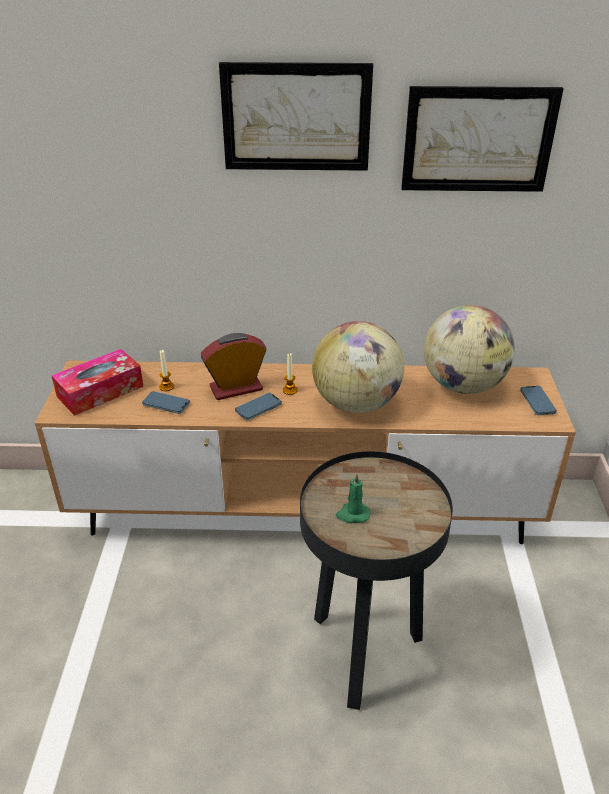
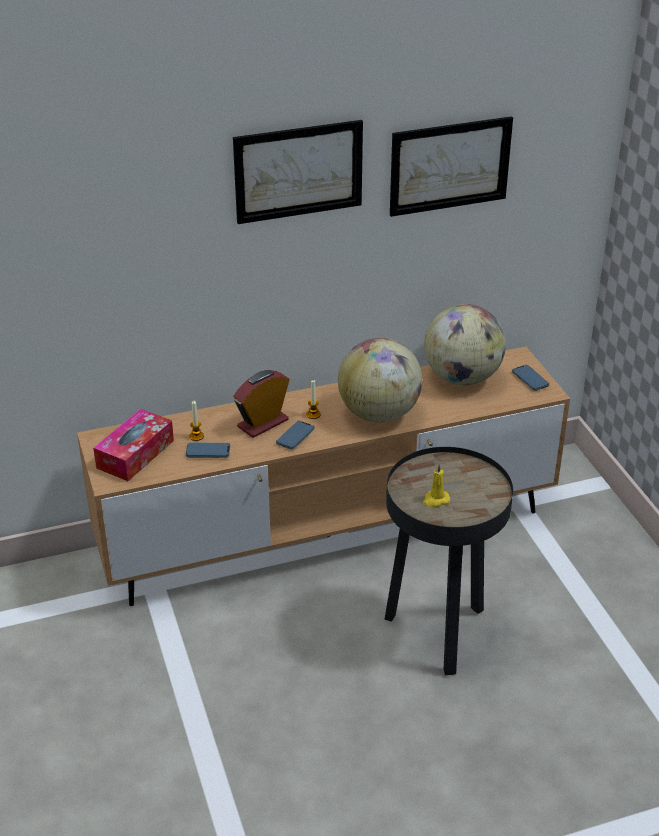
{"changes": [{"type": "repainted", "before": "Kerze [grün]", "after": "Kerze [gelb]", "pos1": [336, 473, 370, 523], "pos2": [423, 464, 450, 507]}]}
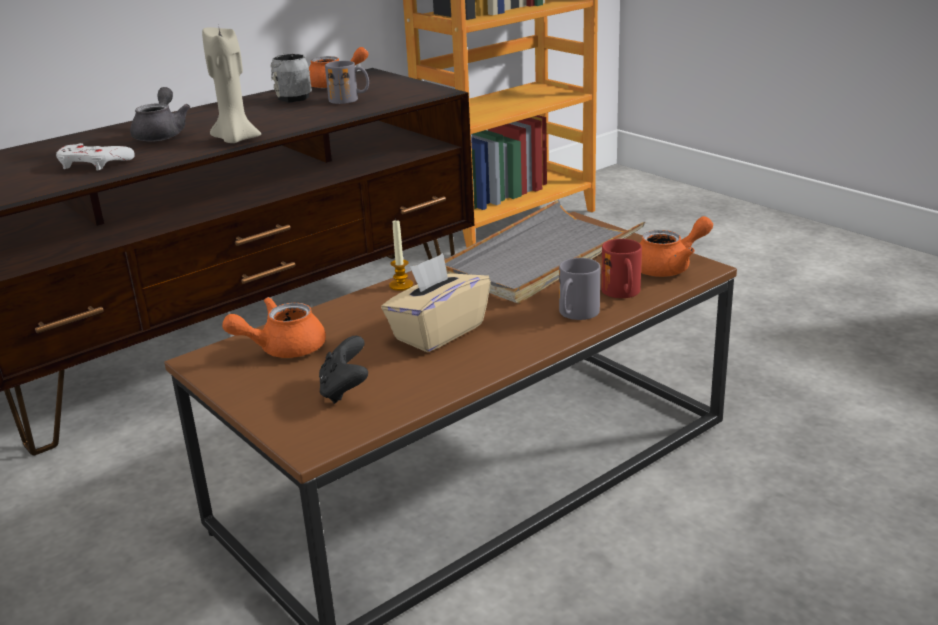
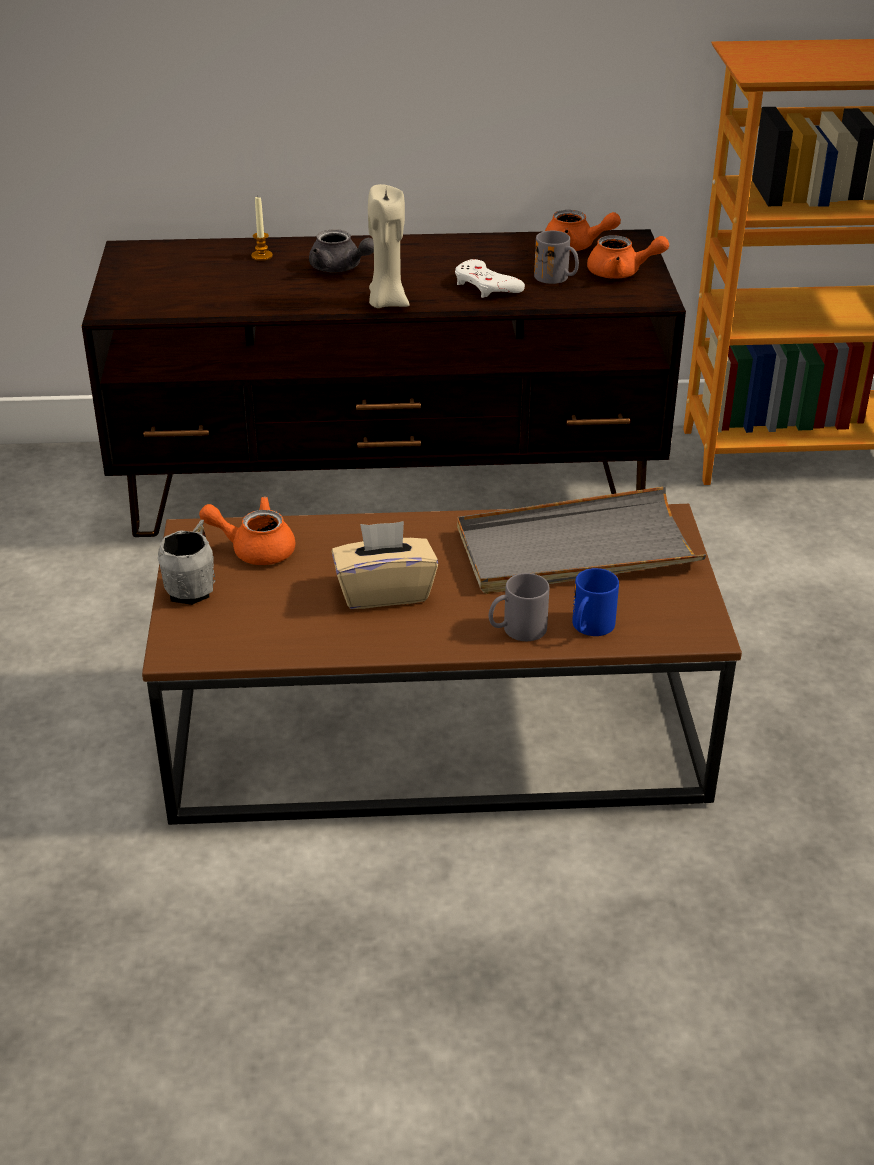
{"changes": [{"type": "shifted", "before": "Henkelbecher [grau]", "pos1": [270, 51, 312, 103], "pos2": [158, 520, 215, 605]}, {"type": "shifted", "before": "Kerze", "pos1": [389, 220, 413, 291], "pos2": [251, 197, 273, 261]}, {"type": "rotated", "before": "Teekanne [grau]", "pos1": [130, 87, 190, 142], "pos2": [309, 229, 374, 272], "turn": 90}, {"type": "shifted", "before": "Gamepad [weiß]", "pos1": [56, 143, 135, 170], "pos2": [455, 259, 525, 298]}, {"type": "repainted", "before": "Henkelbecher [rot]", "after": "Henkelbecher [blau]", "pos1": [601, 239, 642, 298], "pos2": [572, 568, 619, 636]}, {"type": "shifted", "before": "Teekanne [orange]", "pos1": [640, 216, 713, 277], "pos2": [587, 235, 669, 279]}, {"type": "gone", "before": "Gamepad [schwarz]", "pos1": [319, 335, 368, 404]}]}
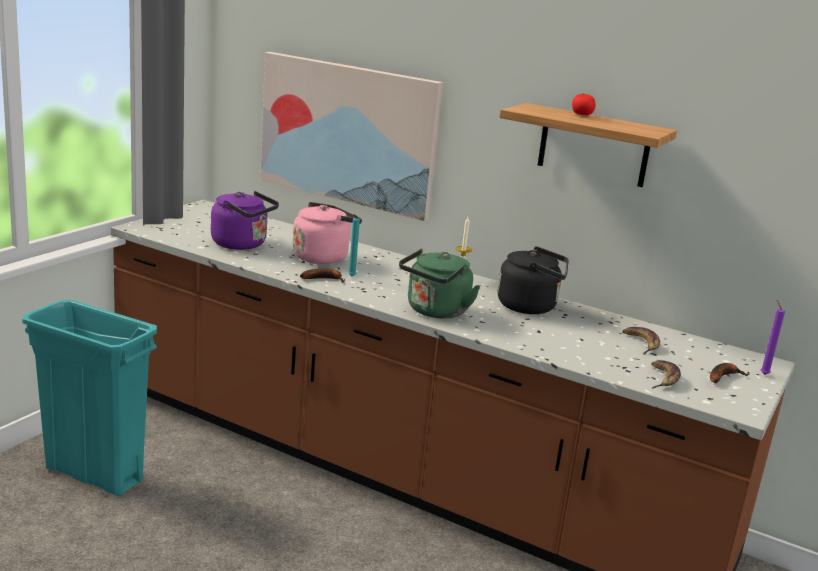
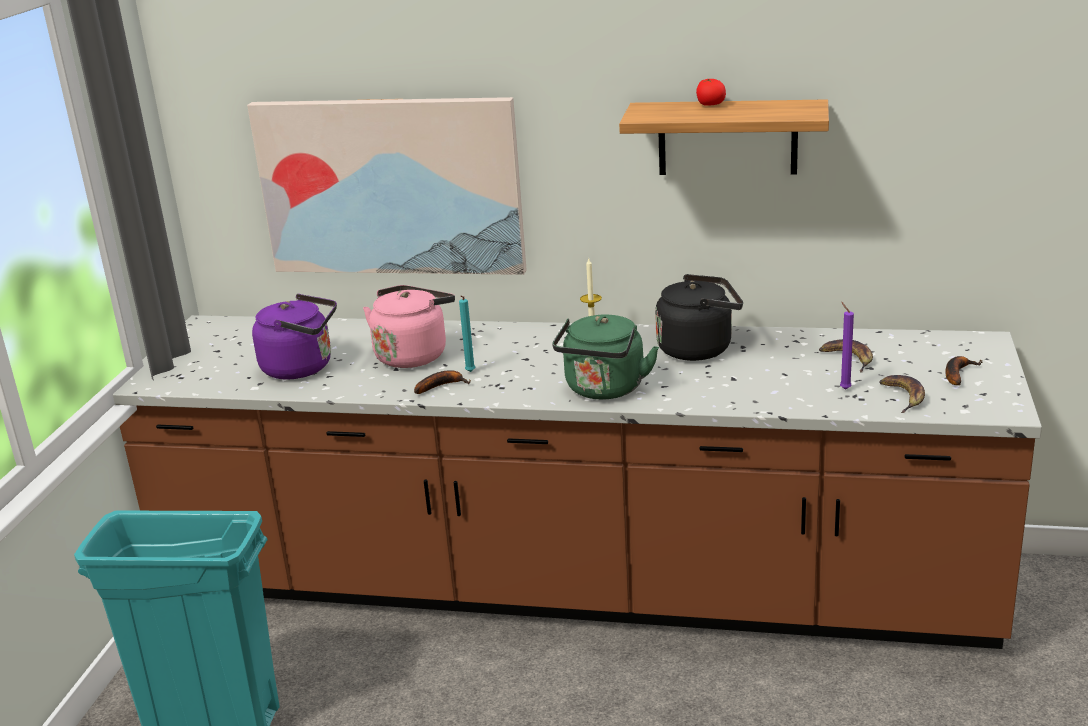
{"changes": [{"type": "shifted", "before": "Kerze [lila]", "pos1": [761, 300, 785, 375], "pos2": [840, 302, 854, 390]}]}
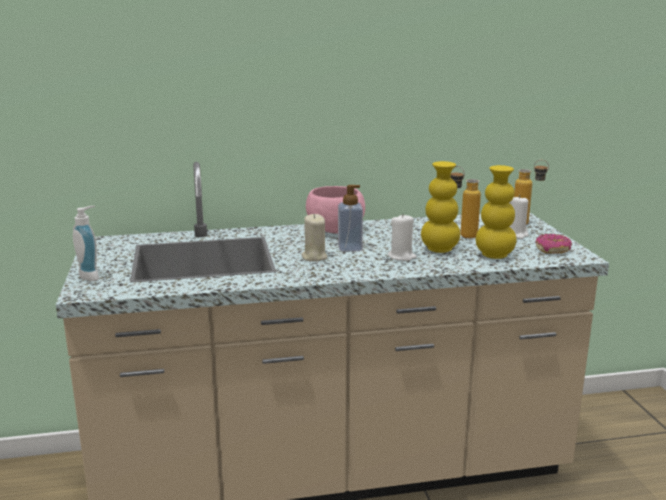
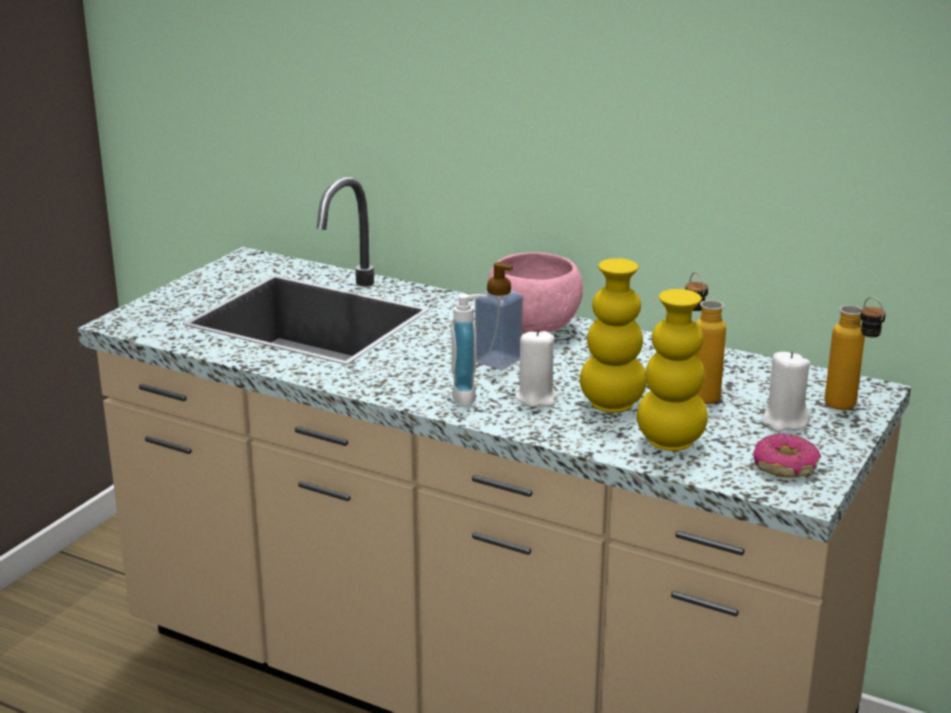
{"changes": [{"type": "shifted", "before": "Seifenspender", "pos1": [73, 206, 99, 281], "pos2": [451, 294, 487, 406]}, {"type": "gone", "before": "Kerze [beige]", "pos1": [301, 214, 327, 262]}]}
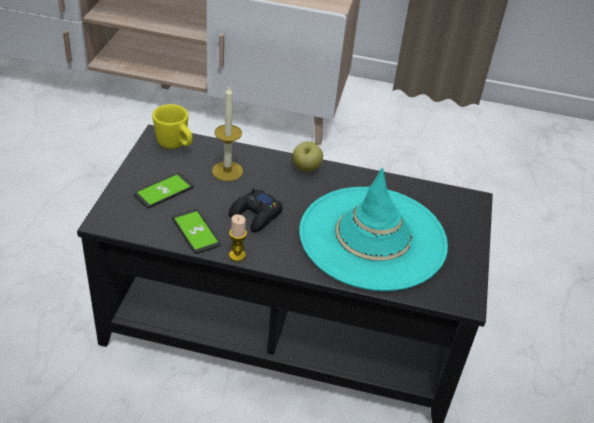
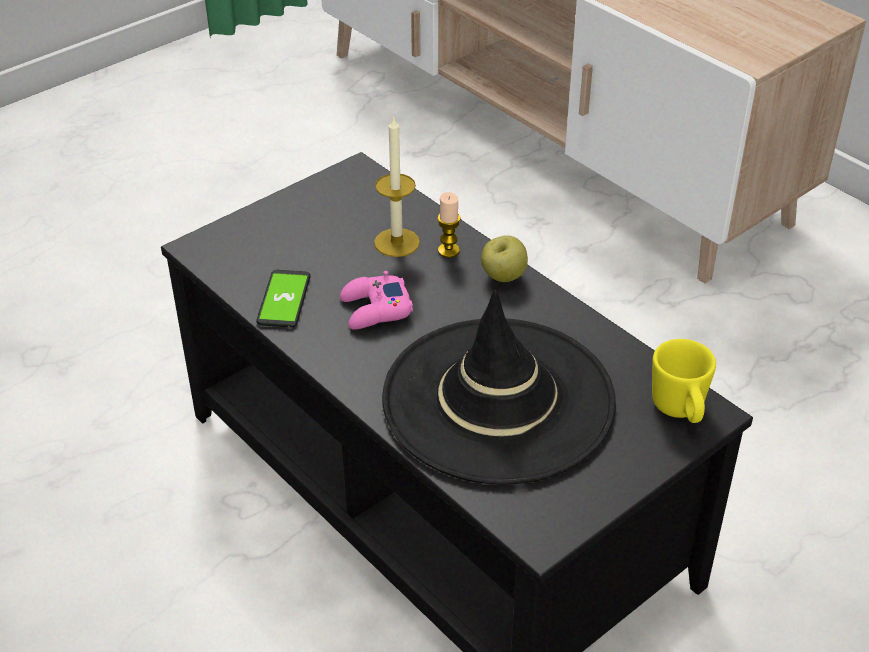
{"changes": [{"type": "repainted", "before": "Gamepad [schwarz]", "after": "Gamepad [rosa]", "pos1": [229, 188, 283, 233], "pos2": [340, 271, 413, 330]}, {"type": "repainted", "before": "Hut [türkis]", "after": "Hut [schwarz]", "pos1": [300, 168, 448, 291], "pos2": [382, 290, 616, 485]}, {"type": "shifted", "before": "Kerze", "pos1": [229, 214, 247, 262], "pos2": [437, 192, 461, 258]}, {"type": "shifted", "before": "Henkelbecher [gelb]", "pos1": [152, 104, 192, 149], "pos2": [652, 339, 716, 423]}, {"type": "gone", "before": "Handy", "pos1": [134, 173, 194, 208]}]}
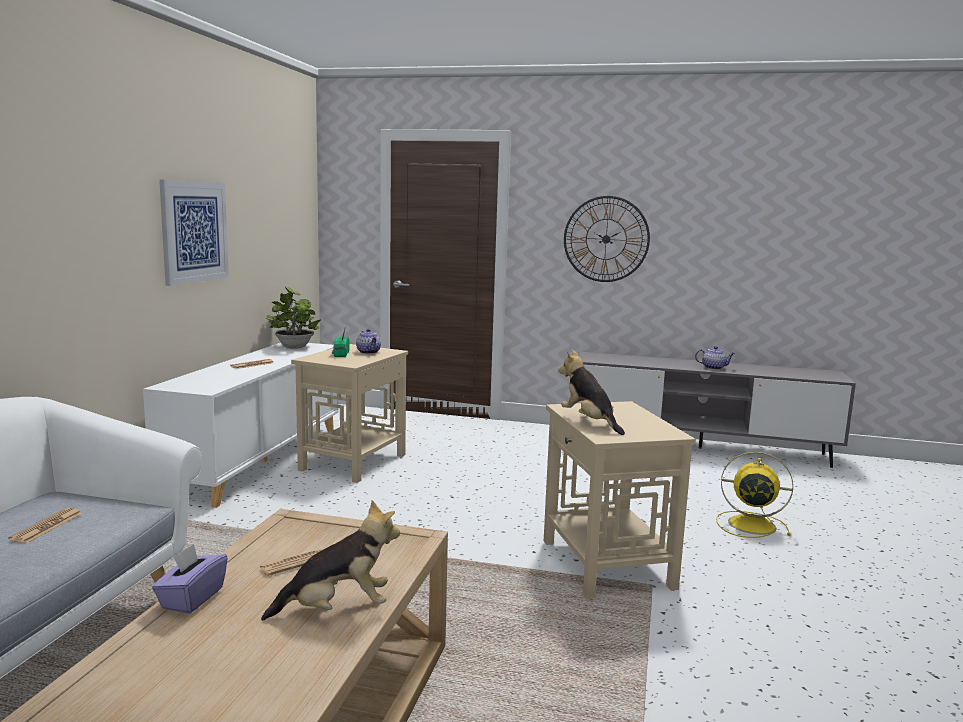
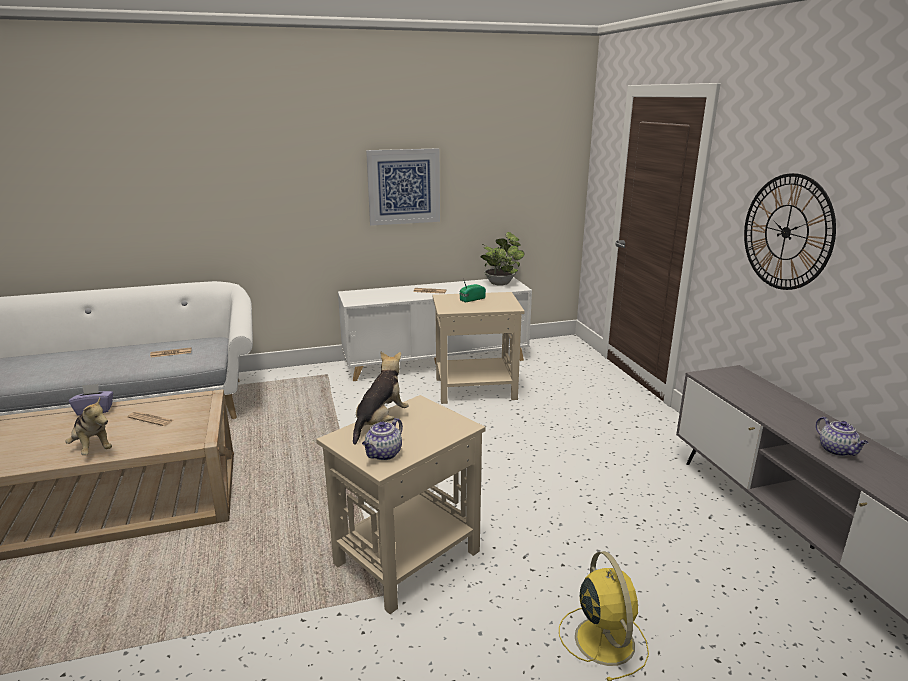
{"changes": [{"type": "shifted", "before": "Teekanne", "pos1": [356, 329, 381, 354], "pos2": [362, 418, 403, 460]}]}
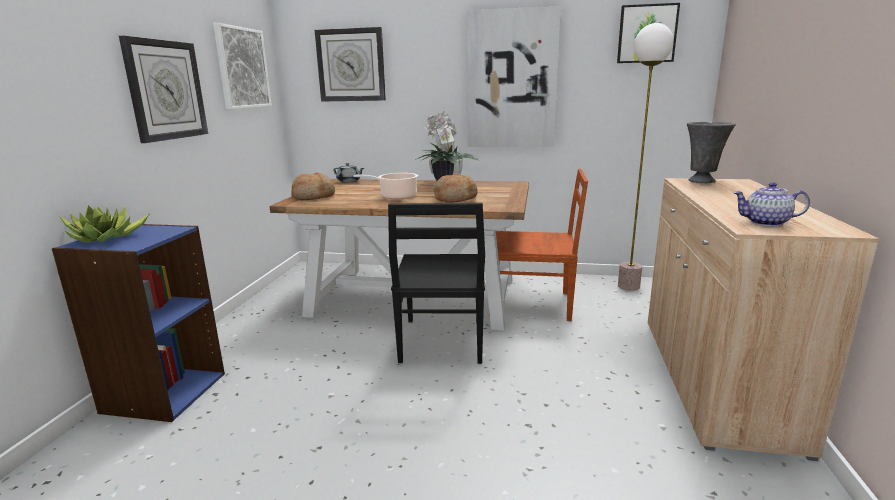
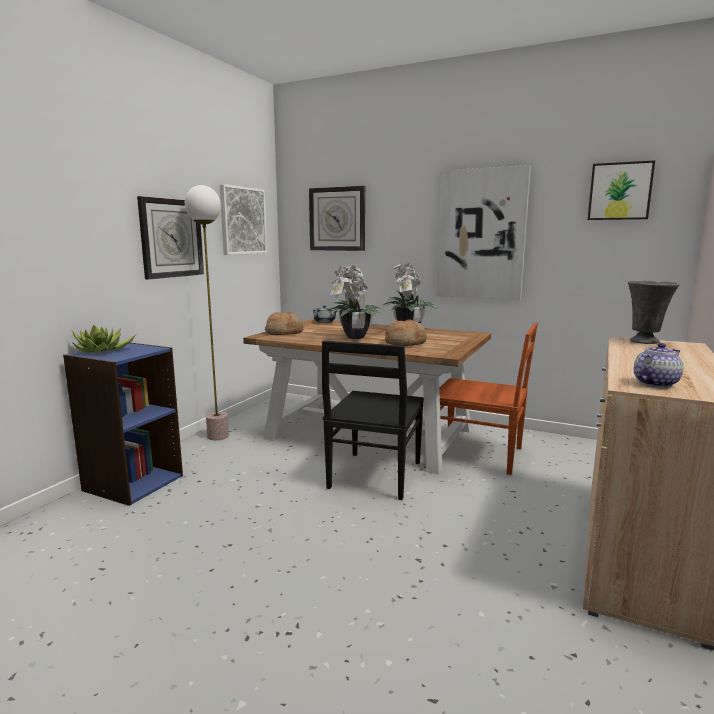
{"changes": [{"type": "shifted", "before": "Stehlampe", "pos1": [618, 23, 674, 291], "pos2": [185, 185, 229, 440]}, {"type": "swapped", "before": "Kochtopf", "after": "Topfpflanze", "pos1": [353, 173, 418, 200], "pos2": [327, 265, 386, 339]}, {"type": "rotated", "before": "Teekanne", "pos1": [733, 182, 810, 227], "pos2": [634, 343, 683, 388], "turn": 120}]}
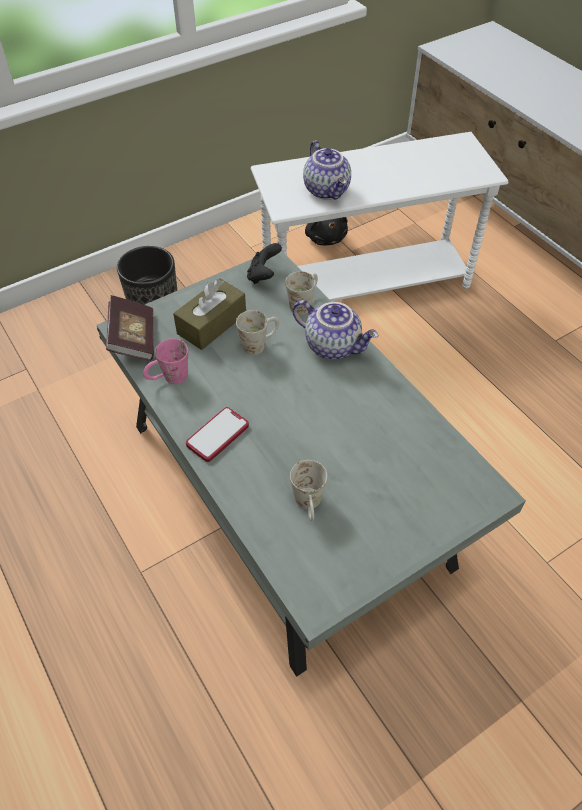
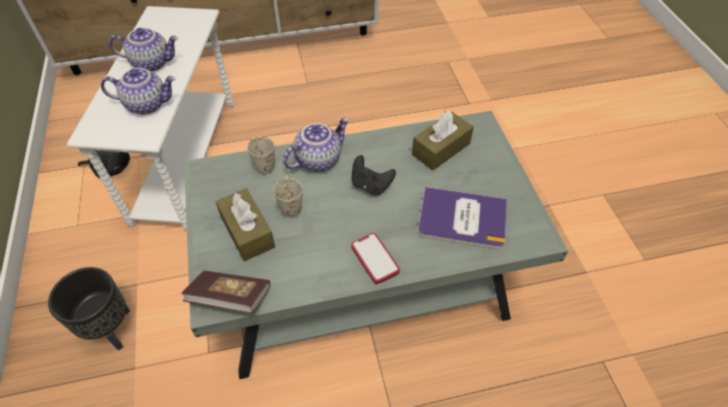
{"changes": [{"type": "new", "after": "Teekanne", "pos2": [109, 28, 178, 72]}, {"type": "shifted", "before": "Gamepad [schwarz]", "pos1": [247, 243, 282, 284], "pos2": [352, 155, 396, 195]}, {"type": "new", "after": "Taschentuchbox [braun]", "pos2": [412, 111, 474, 171]}, {"type": "swapped", "before": "Henkelbecher [weiß]", "after": "Buch", "pos1": [290, 460, 327, 522], "pos2": [418, 187, 507, 249]}, {"type": "gone", "before": "Henkelbecher [rosa]", "pos1": [143, 339, 188, 384]}]}
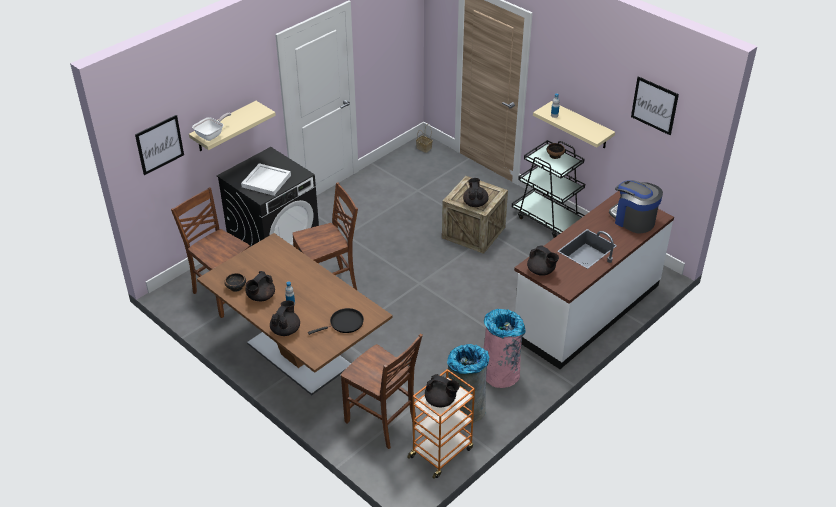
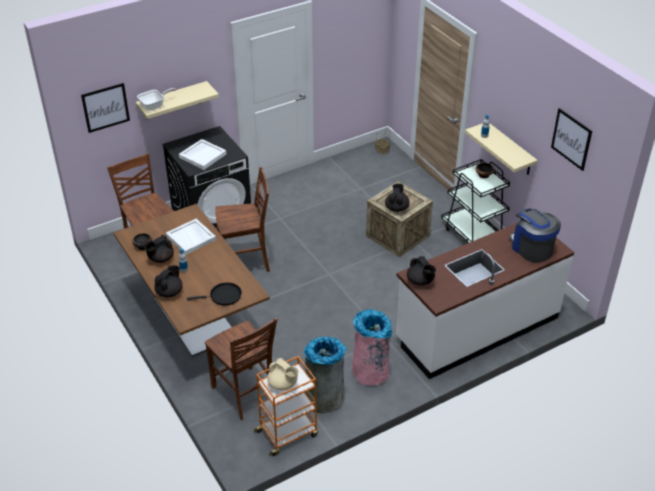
{"changes": [{"type": "new", "after": "Tablett [weiß]", "pos2": [166, 219, 216, 255]}, {"type": "repainted", "before": "Teekanne [schwarz]", "after": "Teekanne [beige]", "pos1": [425, 374, 460, 407], "pos2": [267, 358, 299, 390]}]}
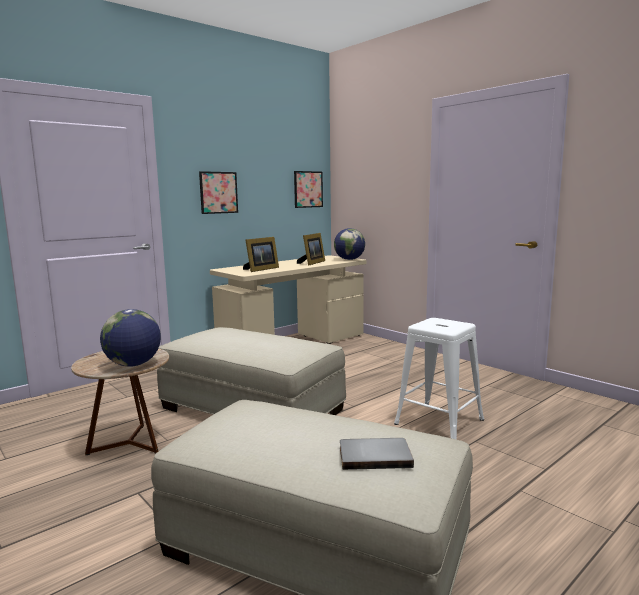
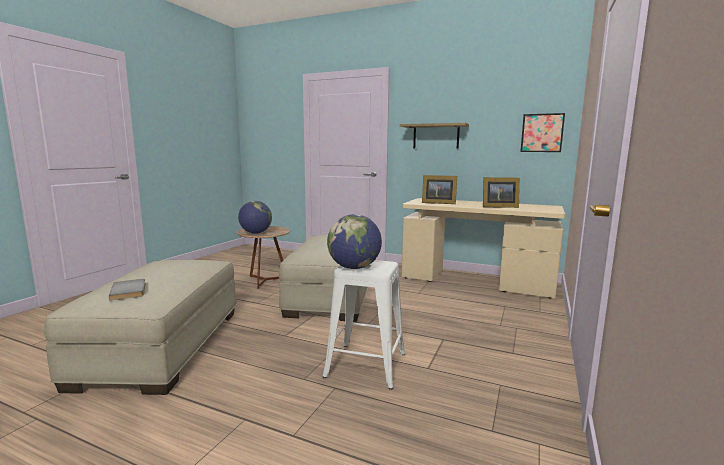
{"changes": [{"type": "shifted", "before": "Globus", "pos1": [334, 228, 365, 260], "pos2": [327, 214, 382, 269]}, {"type": "swapped", "before": "Bild", "after": "Wandregal", "pos1": [199, 171, 238, 214], "pos2": [400, 123, 469, 149]}]}
